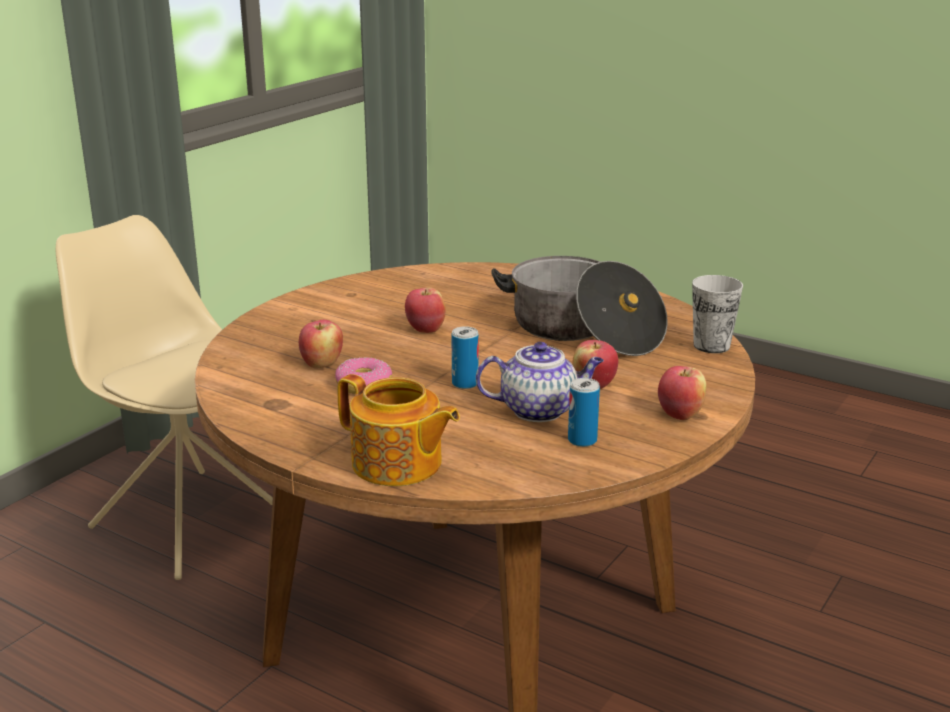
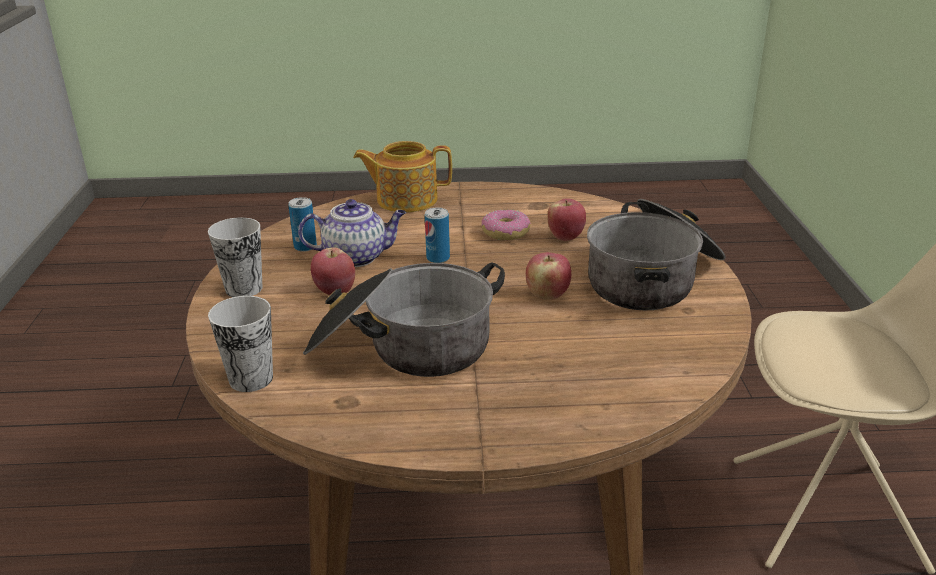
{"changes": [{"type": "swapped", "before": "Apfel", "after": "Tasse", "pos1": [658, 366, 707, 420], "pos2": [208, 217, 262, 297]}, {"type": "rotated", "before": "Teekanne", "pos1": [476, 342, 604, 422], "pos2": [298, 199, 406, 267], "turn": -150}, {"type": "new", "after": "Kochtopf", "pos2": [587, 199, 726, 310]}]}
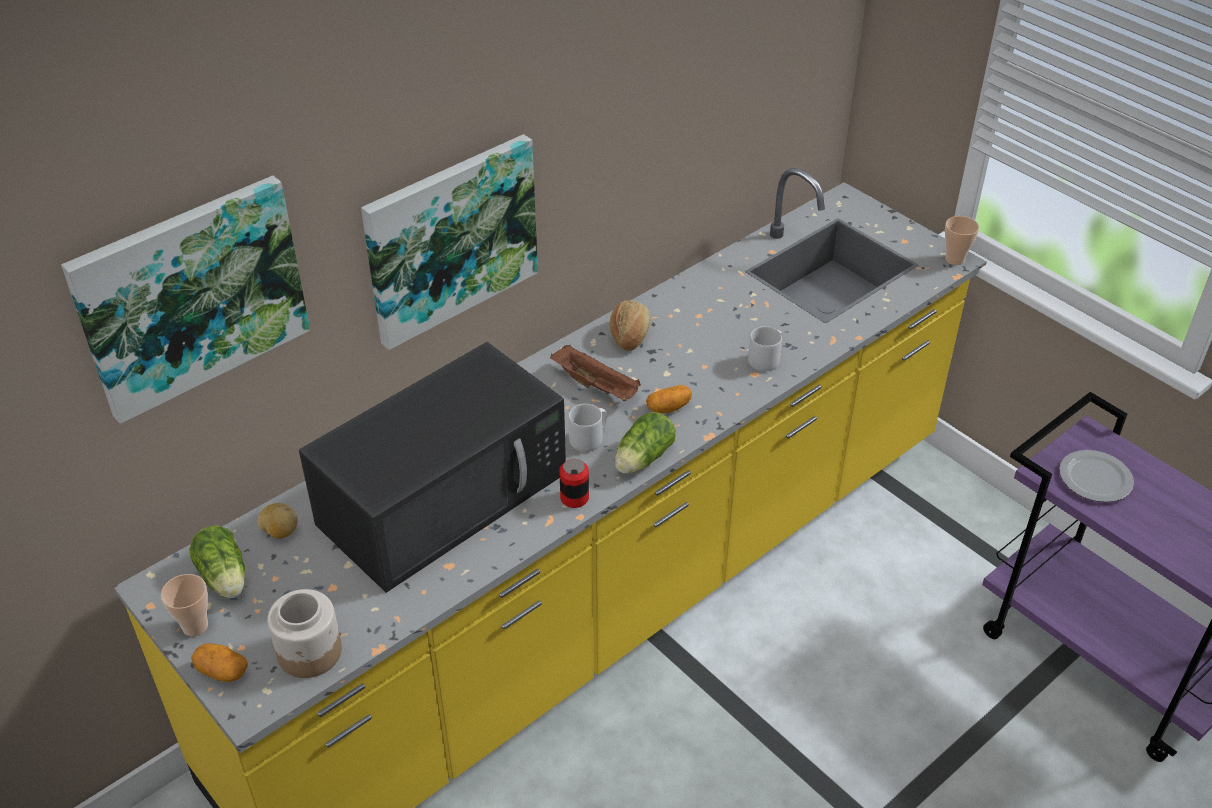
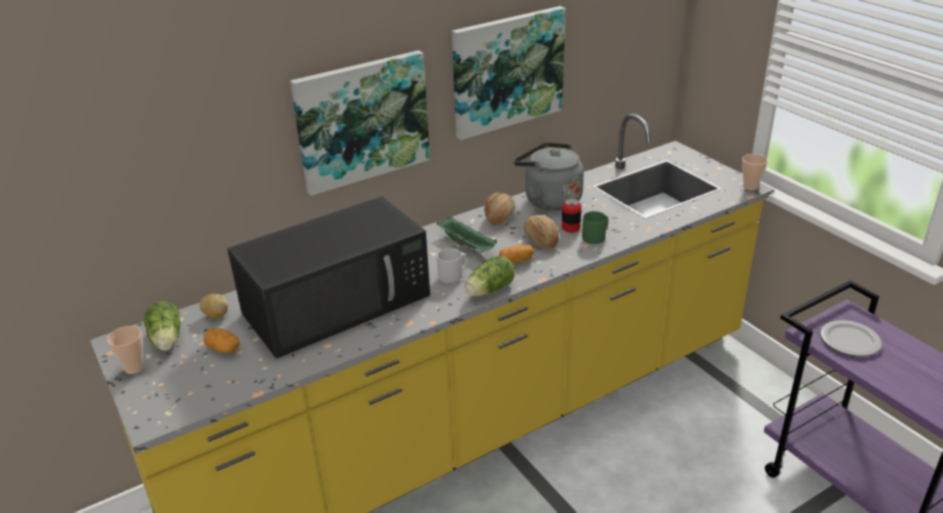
{"changes": [{"type": "shifted", "before": "Kartoffel", "pos1": [191, 643, 248, 682], "pos2": [204, 328, 240, 354]}, {"type": "repainted", "before": "Tablett [braun]", "after": "Tablett [grün]", "pos1": [550, 345, 641, 401], "pos2": [437, 217, 497, 252]}, {"type": "shifted", "before": "Bild", "pos1": [61, 175, 310, 424], "pos2": [452, 6, 566, 140]}, {"type": "new", "after": "Wasserkessel [grau]", "pos2": [514, 142, 584, 210]}, {"type": "new", "after": "Brot", "pos2": [524, 215, 559, 249]}, {"type": "shifted", "before": "Dose", "pos1": [559, 459, 589, 508], "pos2": [562, 199, 581, 232]}, {"type": "repainted", "before": "Henkelbecher [grau]", "after": "Henkelbecher [grün]", "pos1": [748, 326, 782, 371], "pos2": [582, 211, 608, 244]}, {"type": "gone", "before": "Vorratsglas", "pos1": [267, 589, 342, 678]}]}
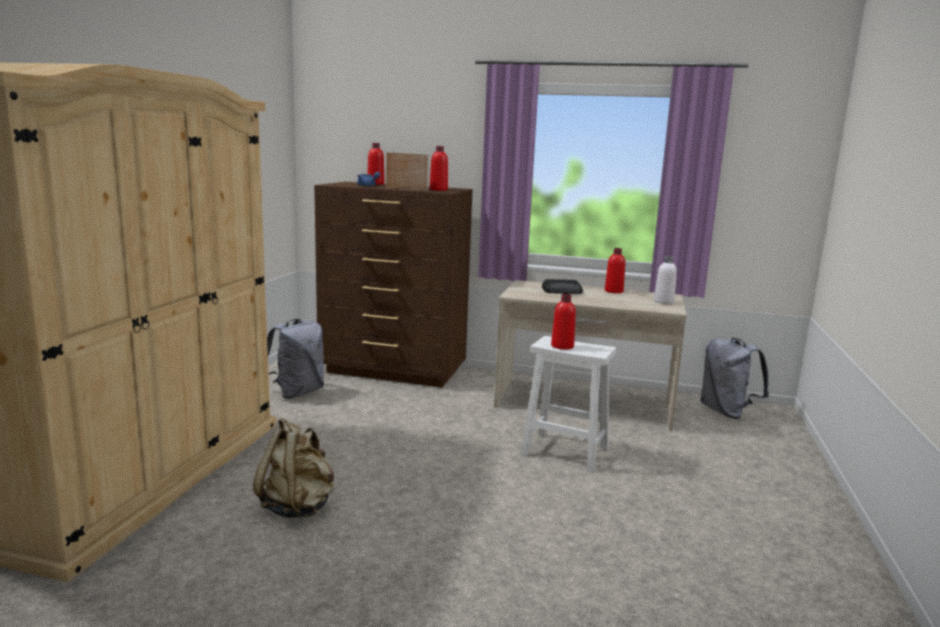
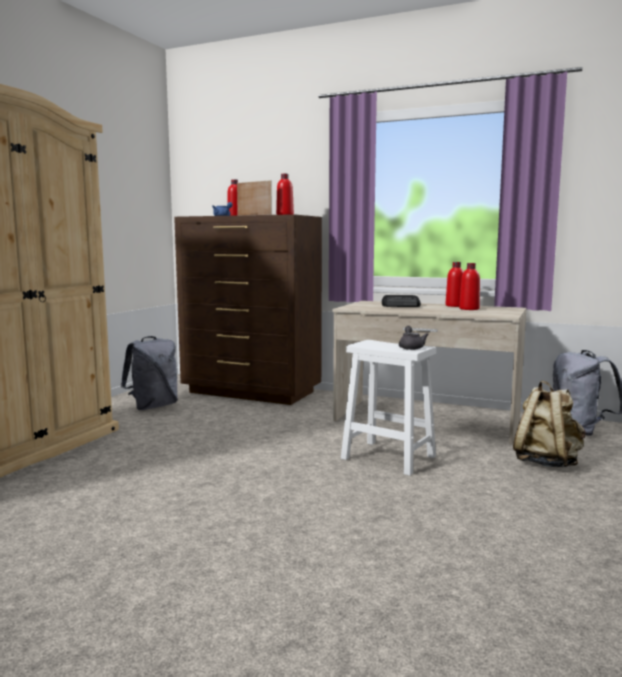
{"changes": [{"type": "new", "after": "Teekanne [grau]", "pos2": [399, 326, 429, 350]}, {"type": "shifted", "before": "Flasche [rot]", "pos1": [551, 294, 576, 350], "pos2": [459, 263, 480, 310]}, {"type": "shifted", "before": "Rucksack [beige]", "pos1": [253, 418, 335, 518], "pos2": [513, 380, 586, 467]}, {"type": "gone", "before": "Flasche [weiß]", "pos1": [654, 256, 677, 304]}]}
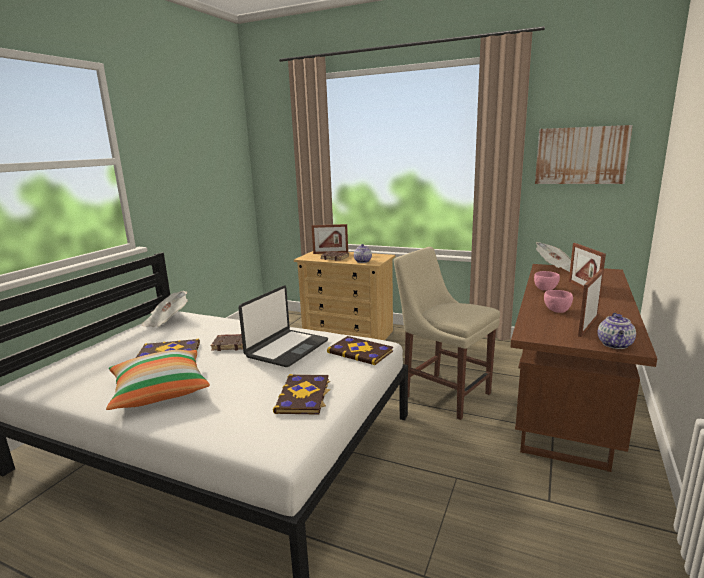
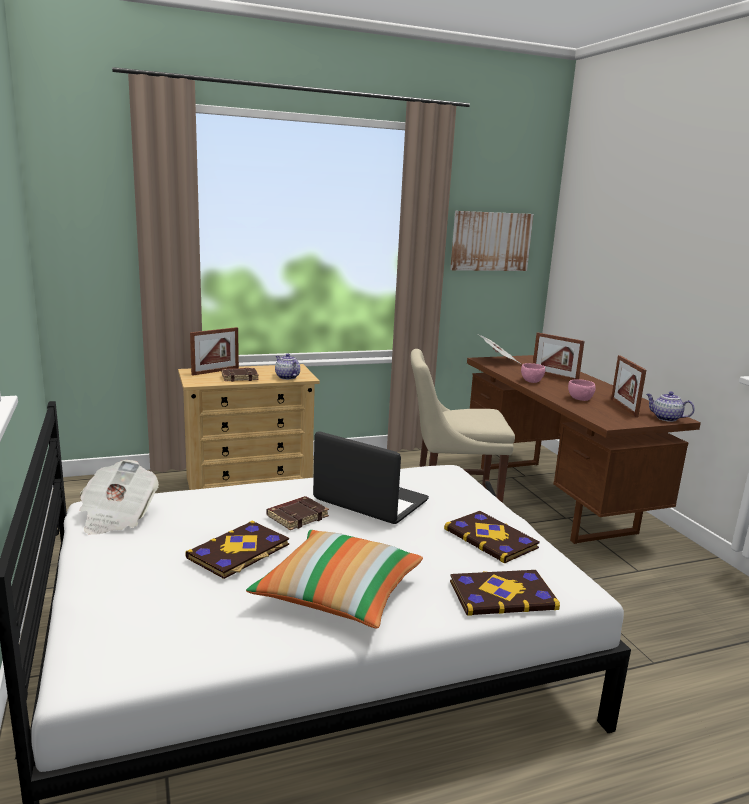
{"changes": [{"type": "rotated", "before": "Laptop", "pos1": [238, 286, 328, 367], "pos2": [313, 431, 429, 524], "turn": -45}, {"type": "shifted", "before": "Buch", "pos1": [327, 336, 393, 365], "pos2": [450, 570, 560, 616]}, {"type": "rotated", "before": "Teekanne", "pos1": [598, 313, 636, 349], "pos2": [646, 392, 695, 422], "turn": 150}]}
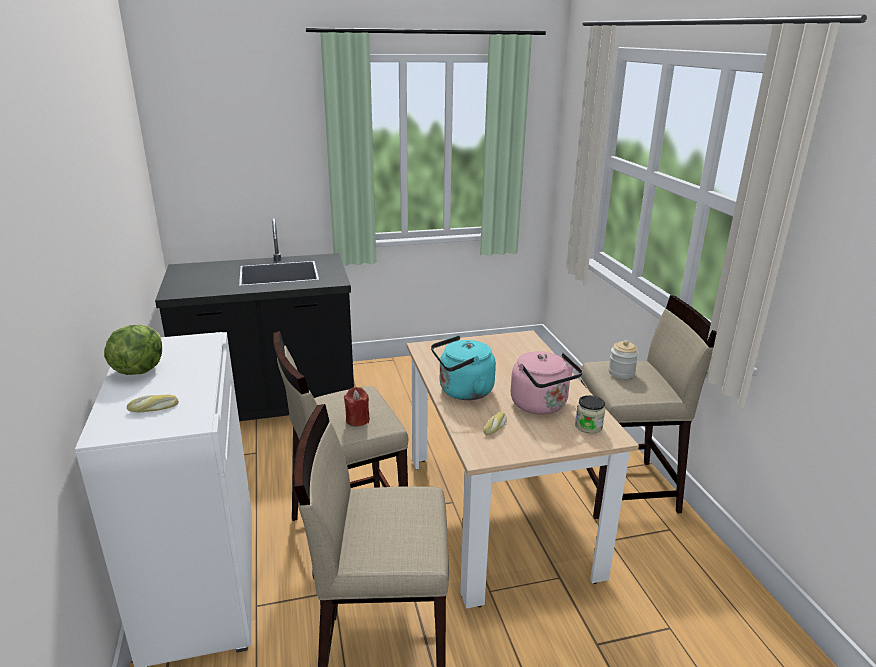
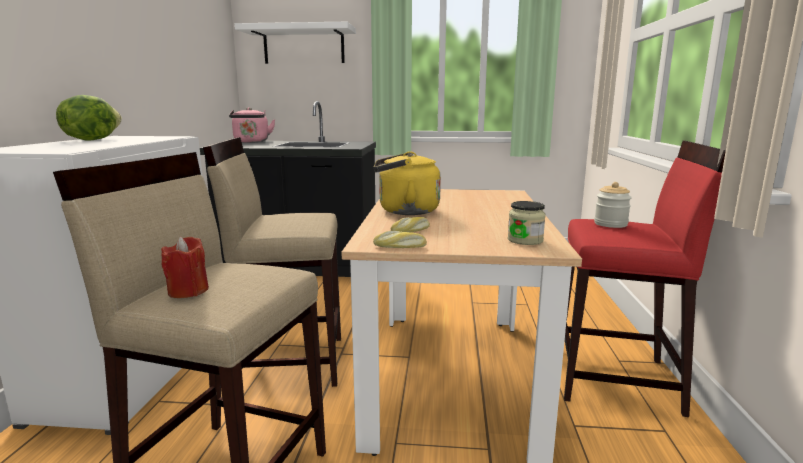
{"changes": [{"type": "shifted", "before": "Kerze [rot]", "pos1": [344, 387, 370, 426], "pos2": [161, 237, 209, 298]}, {"type": "shifted", "before": "Wasserkessel [rosa]", "pos1": [511, 351, 583, 414], "pos2": [229, 107, 275, 143]}, {"type": "new", "after": "Wandregal [weiß]", "pos2": [234, 22, 356, 64]}, {"type": "repainted", "before": "Wasserkessel [türkis]", "after": "Wasserkessel [gelb]", "pos1": [431, 336, 496, 400], "pos2": [373, 151, 441, 215]}, {"type": "shifted", "before": "Brot", "pos1": [127, 395, 179, 412], "pos2": [373, 231, 427, 248]}, {"type": "repainted", "before": "Hocker [beige]", "after": "Hocker [rot]", "pos1": [581, 295, 717, 519], "pos2": [564, 140, 726, 417]}]}
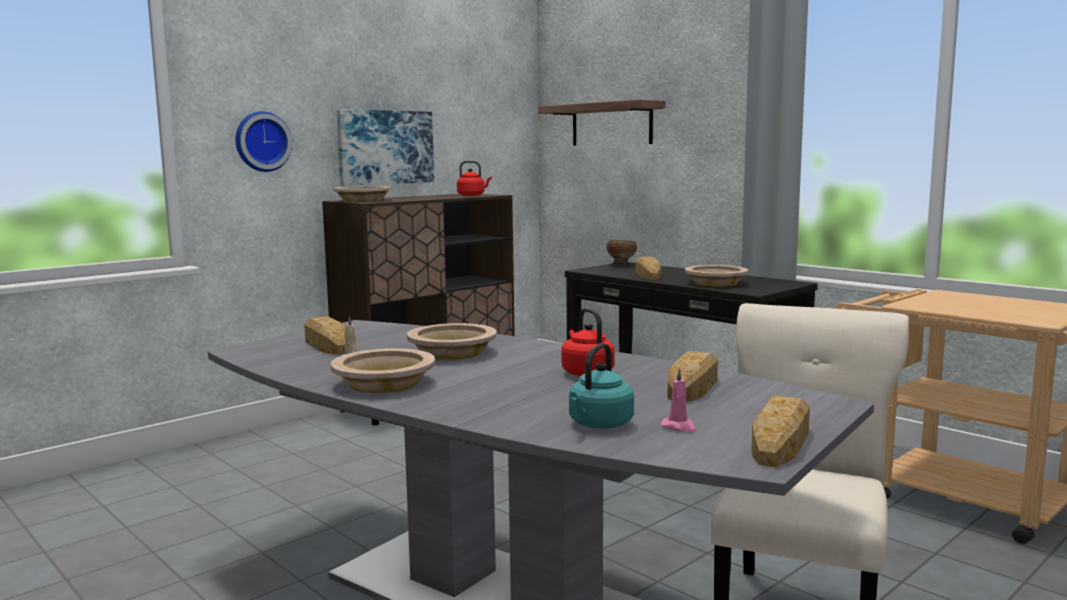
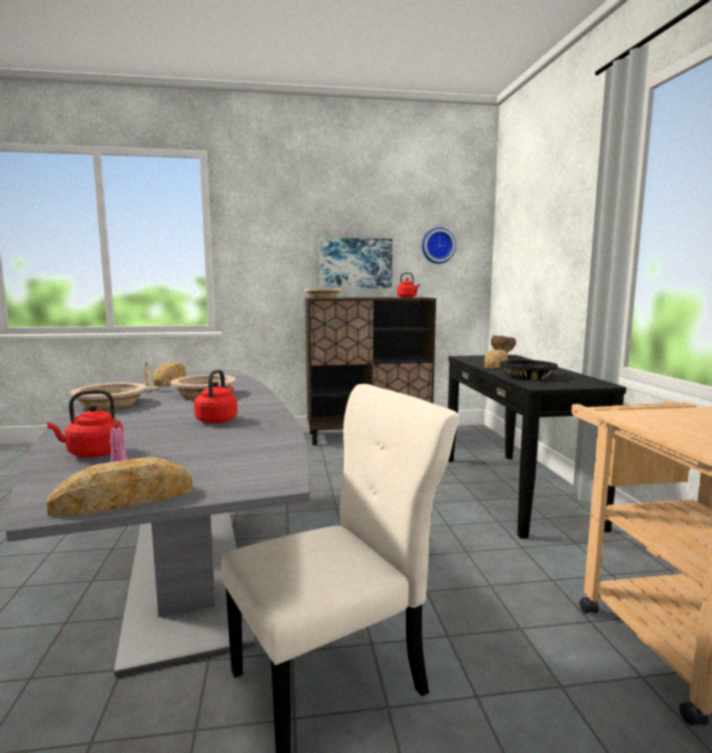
{"changes": [{"type": "repainted", "before": "Wasserkessel [türkis]", "after": "Wasserkessel [rot]", "pos1": [569, 343, 634, 429], "pos2": [47, 390, 124, 457]}, {"type": "shifted", "before": "Wanduhr", "pos1": [235, 111, 292, 172], "pos2": [422, 227, 456, 264]}, {"type": "repainted", "before": "Schüssel [beige]", "after": "Schüssel [schwarz]", "pos1": [685, 265, 748, 287], "pos2": [500, 360, 558, 379]}, {"type": "gone", "before": "Wandregal", "pos1": [538, 99, 665, 145]}, {"type": "gone", "before": "Brot", "pos1": [667, 351, 718, 402]}]}
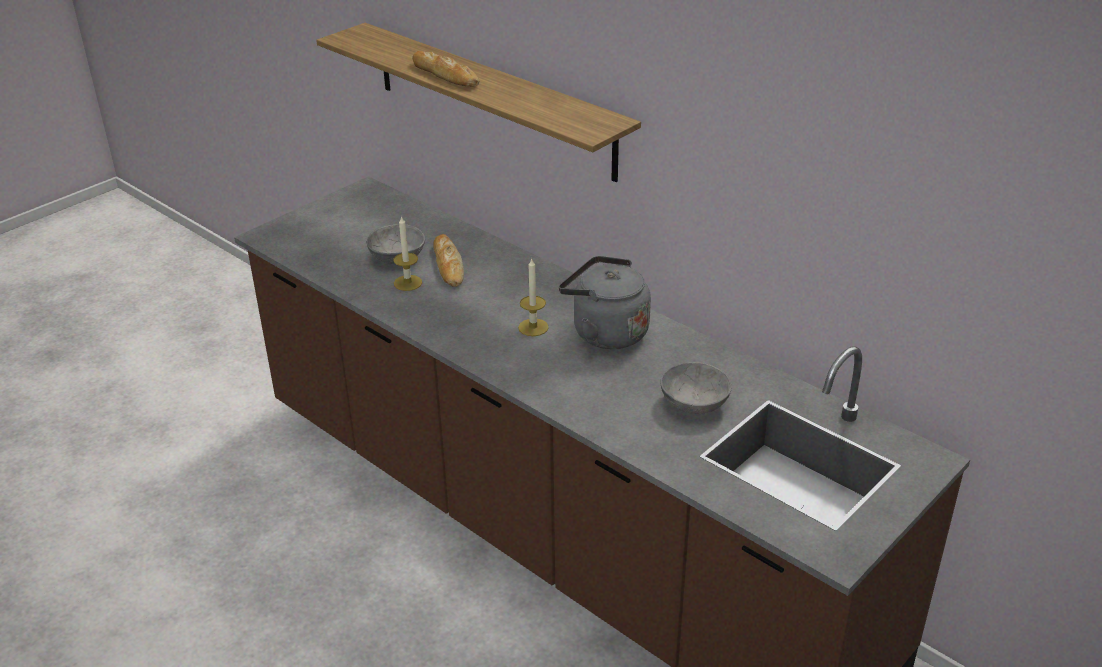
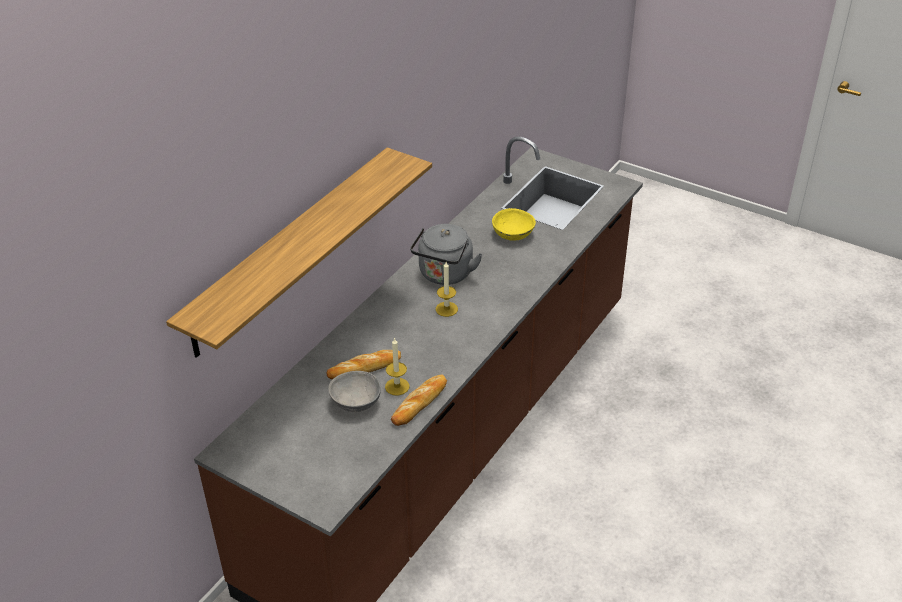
{"changes": [{"type": "shifted", "before": "Brot", "pos1": [412, 51, 479, 87], "pos2": [391, 374, 447, 426]}, {"type": "repainted", "before": "Schüssel [grau]", "after": "Schüssel [gelb]", "pos1": [660, 362, 732, 414], "pos2": [492, 208, 536, 241]}]}
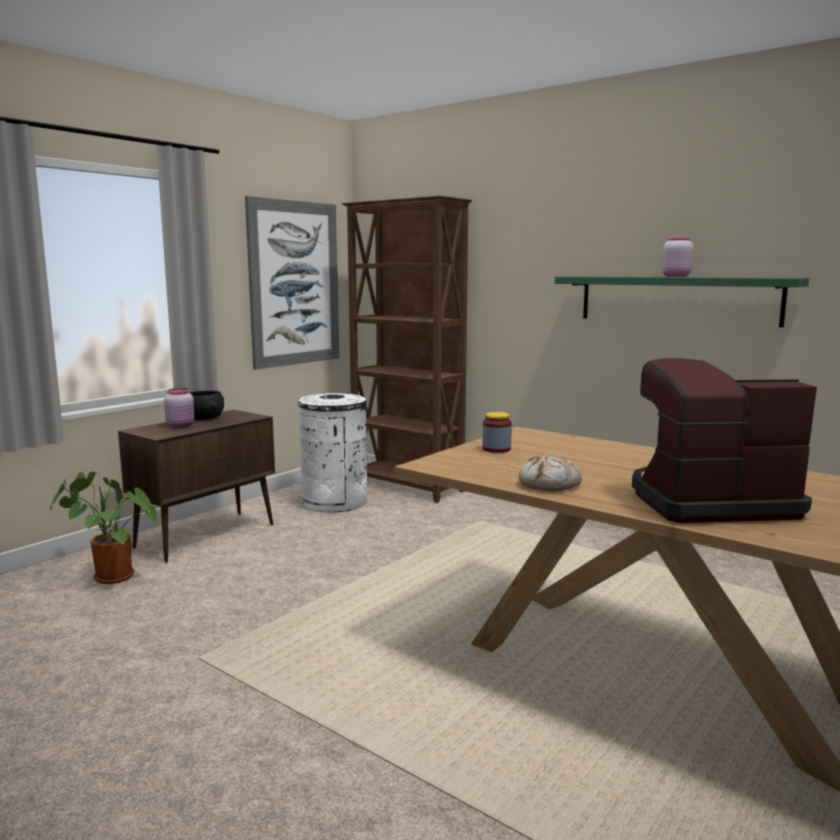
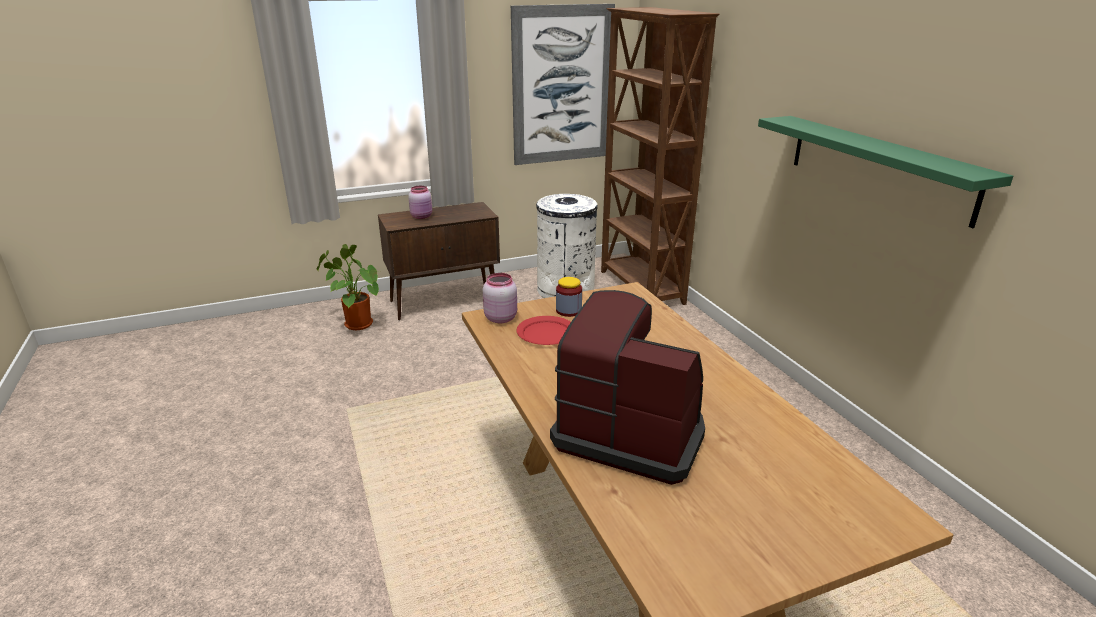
{"changes": [{"type": "shifted", "before": "Vorratsglas [rosa]", "pos1": [662, 237, 693, 277], "pos2": [483, 273, 517, 323]}, {"type": "new", "after": "Teller [rot]", "pos2": [516, 316, 571, 345]}, {"type": "gone", "before": "Schüssel [schwarz]", "pos1": [189, 391, 224, 420]}, {"type": "gone", "before": "Brot", "pos1": [519, 455, 582, 491]}]}
